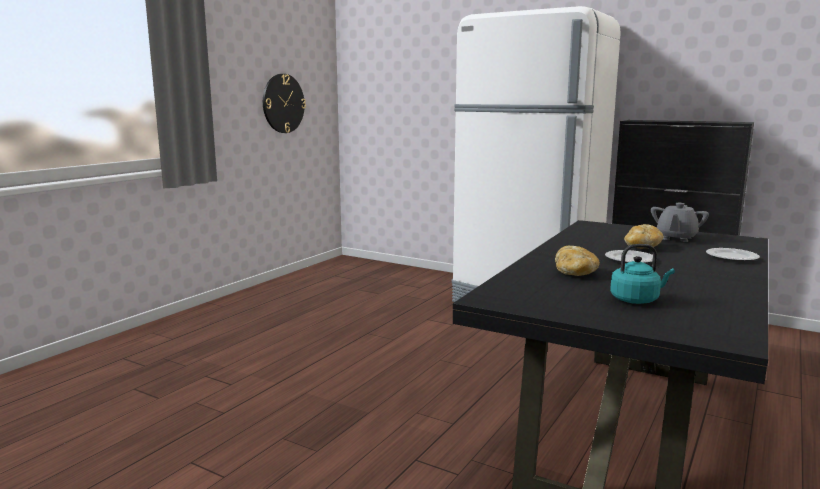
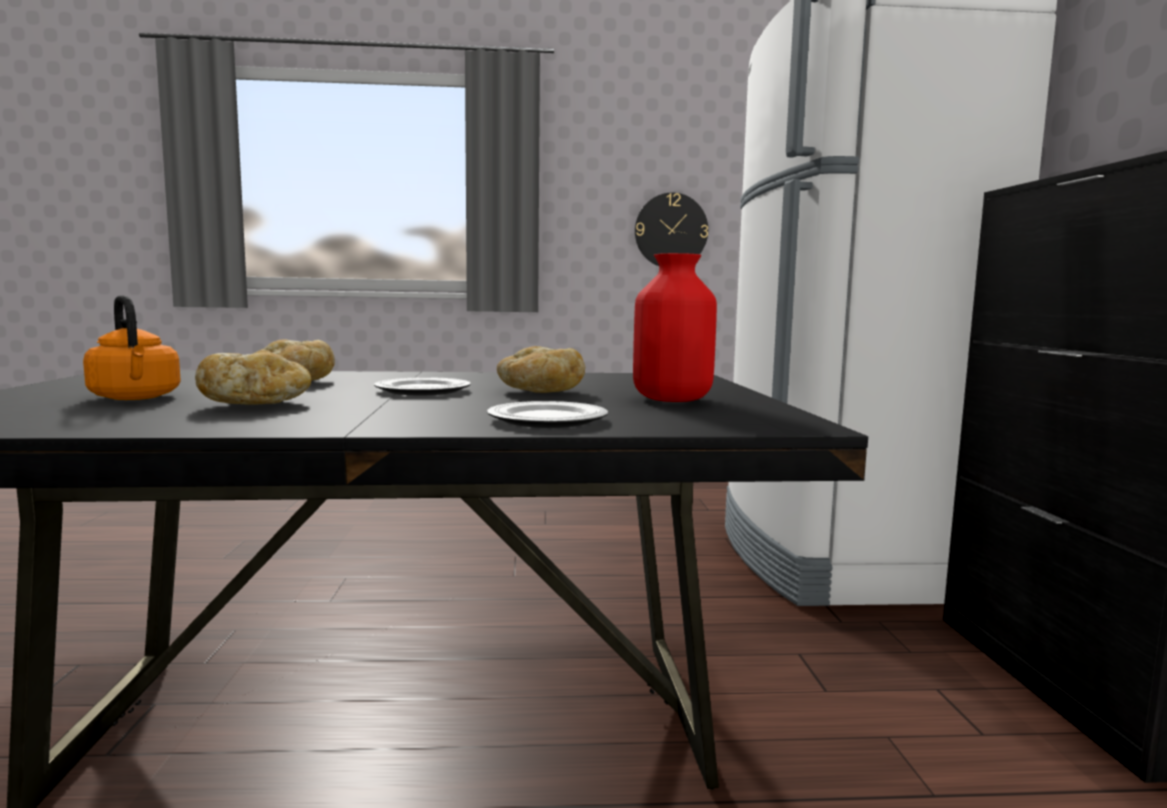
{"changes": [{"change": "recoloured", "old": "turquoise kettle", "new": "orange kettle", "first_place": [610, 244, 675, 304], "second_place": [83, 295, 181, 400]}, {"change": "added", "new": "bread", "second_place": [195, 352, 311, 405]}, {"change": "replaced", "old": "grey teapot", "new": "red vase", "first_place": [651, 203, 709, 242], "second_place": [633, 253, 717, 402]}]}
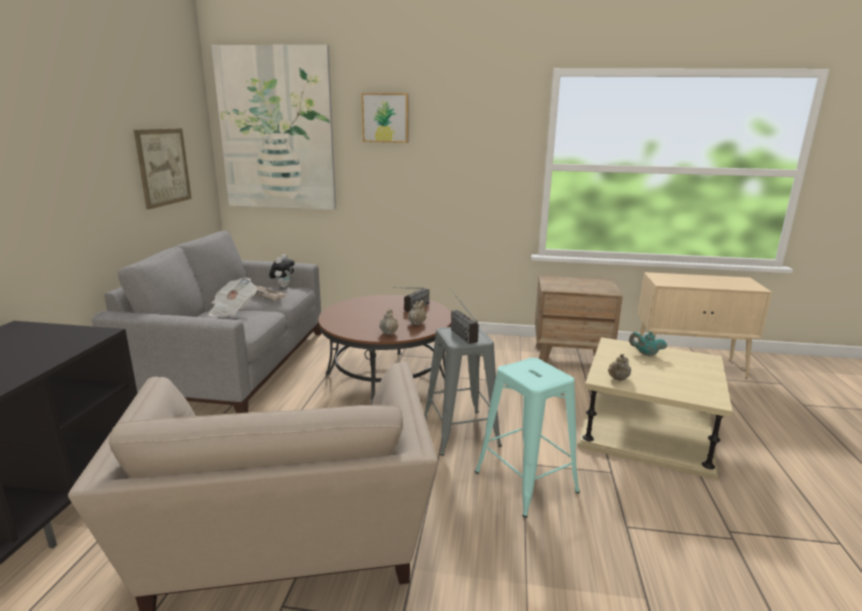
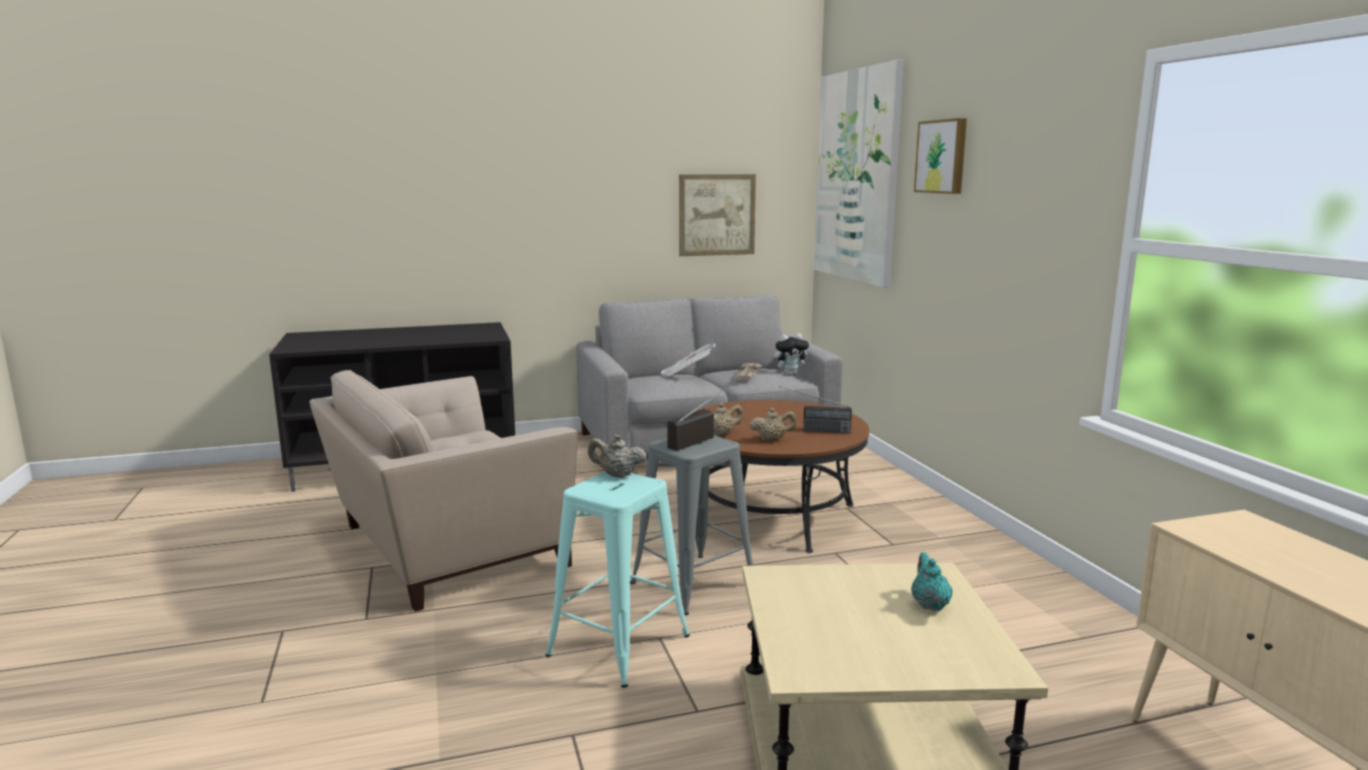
{"changes": [{"change": "moved", "old": "beige teapot", "first_place": [608, 354, 631, 381], "second_place": [588, 435, 647, 478]}, {"change": "removed", "old": "brown nightstand", "first_place": [535, 276, 623, 363]}]}
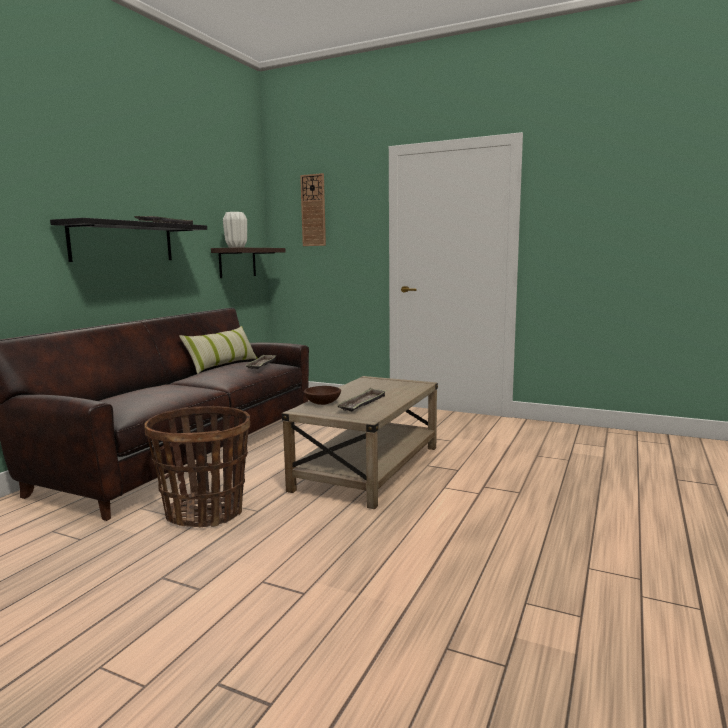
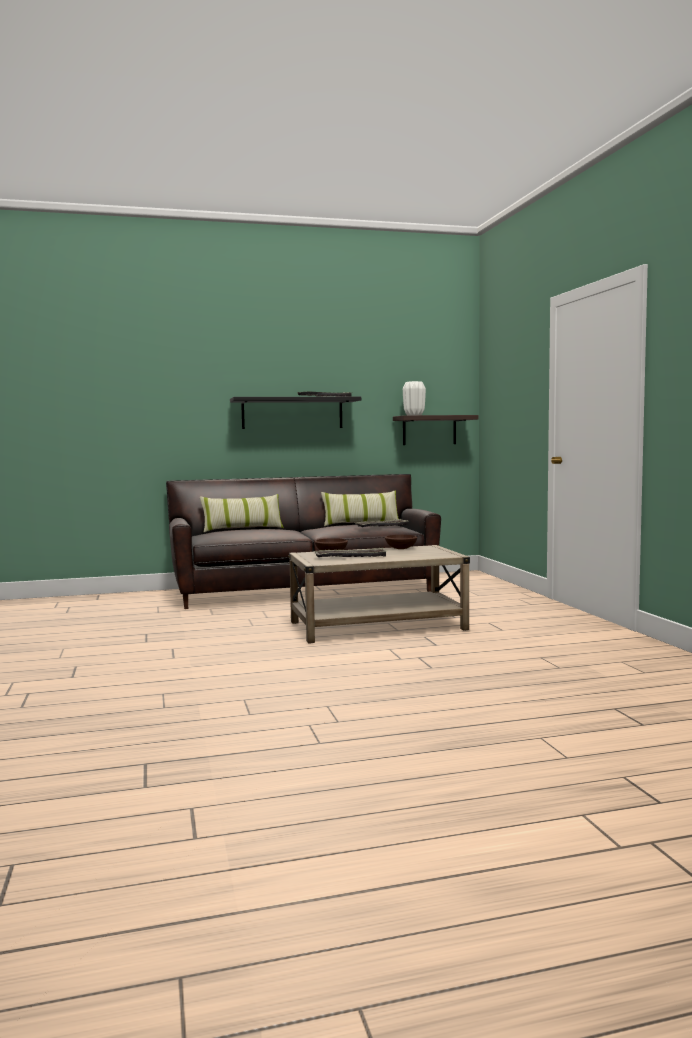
{"changes": [{"change": "added", "new": "pillow", "second_place": [200, 494, 284, 532]}, {"change": "added", "new": "brown bowl", "second_place": [385, 535, 417, 549]}, {"change": "removed", "old": "basket", "first_place": [144, 406, 250, 528]}, {"change": "removed", "old": "wall clock", "first_place": [300, 173, 326, 246]}]}
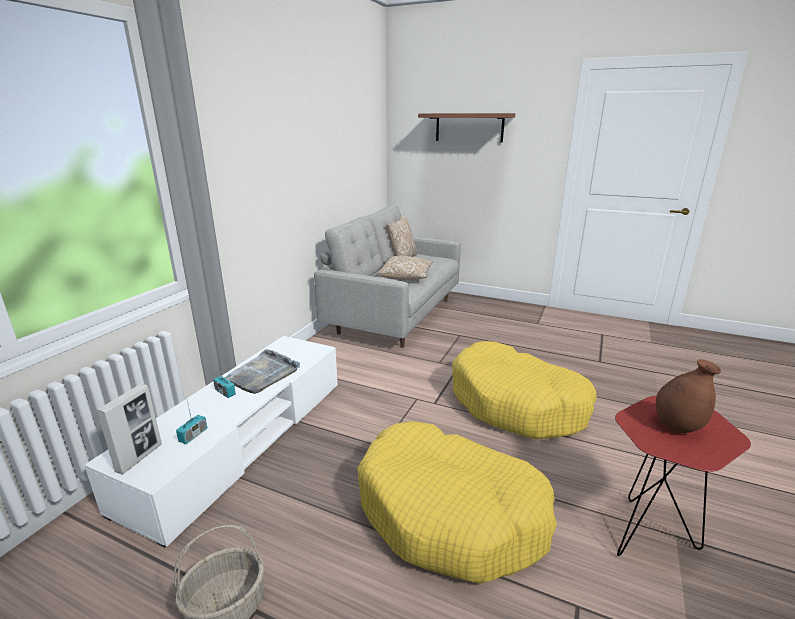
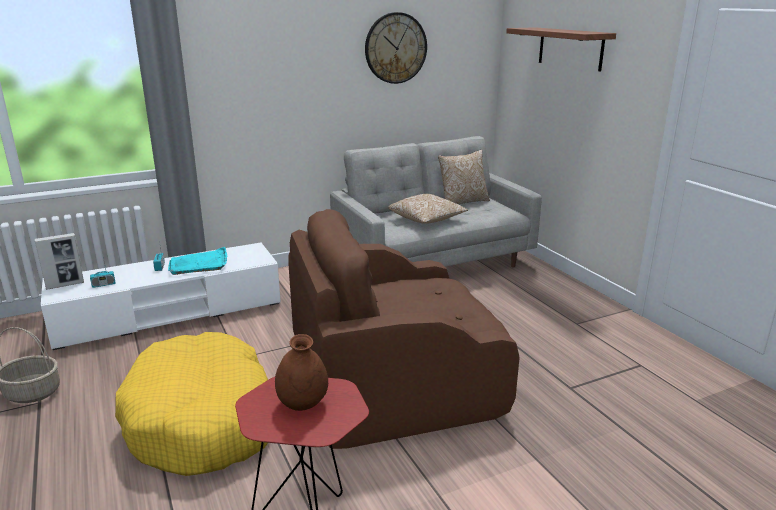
{"changes": [{"change": "recoloured", "old": "grey tray", "new": "turquoise tray", "first_place": [224, 349, 300, 394], "second_place": [168, 247, 227, 275]}, {"change": "replaced", "old": "yellow dog bed", "new": "brown armchair", "first_place": [452, 341, 597, 439], "second_place": [288, 209, 520, 449]}, {"change": "added", "new": "wall clock", "second_place": [365, 12, 427, 84]}]}
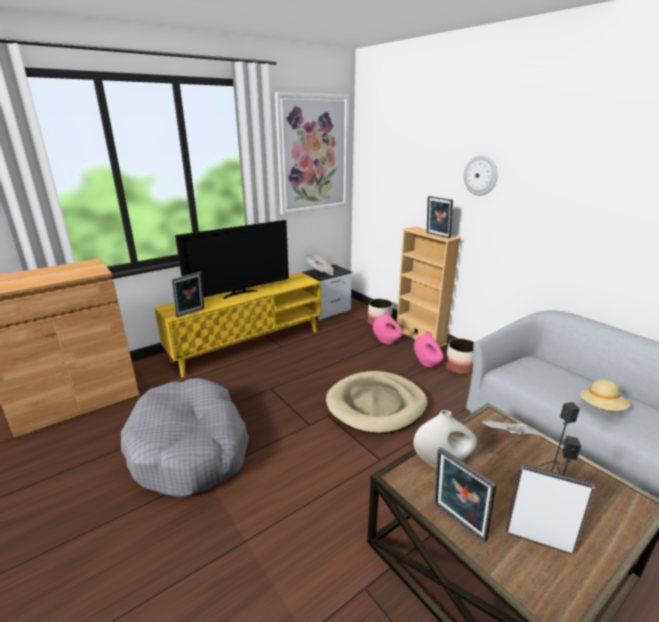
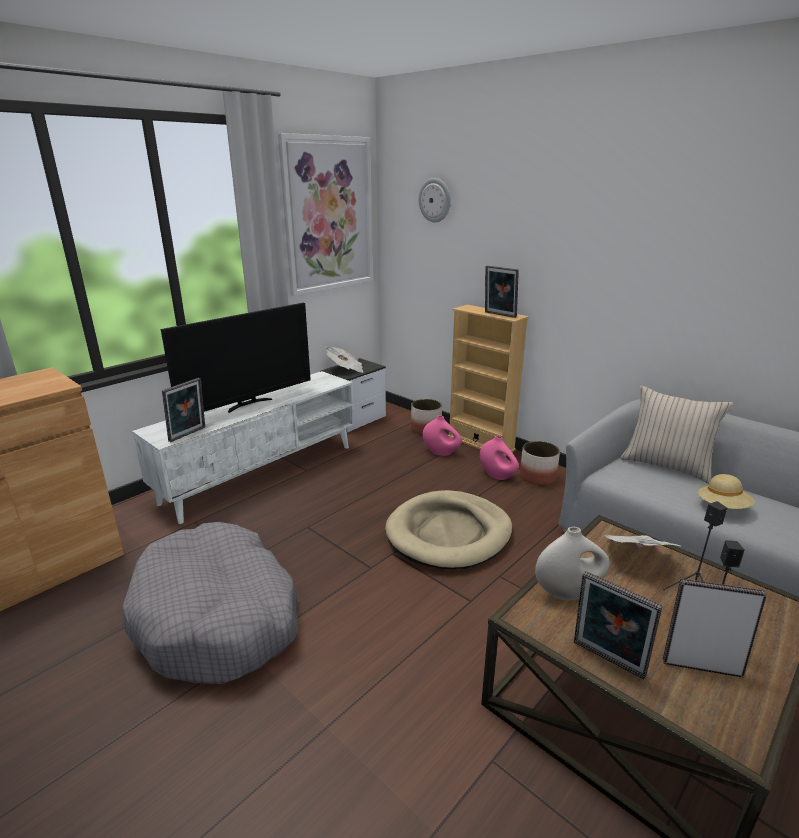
{"changes": [{"change": "recoloured", "old": "yellow tv stand", "new": "white tv stand", "first_place": [154, 273, 321, 377], "second_place": [132, 371, 354, 524]}, {"change": "moved", "old": "wall clock", "first_place": [464, 155, 498, 196], "second_place": [419, 178, 451, 222]}, {"change": "added", "new": "beige pillow", "second_place": [620, 386, 733, 484]}]}
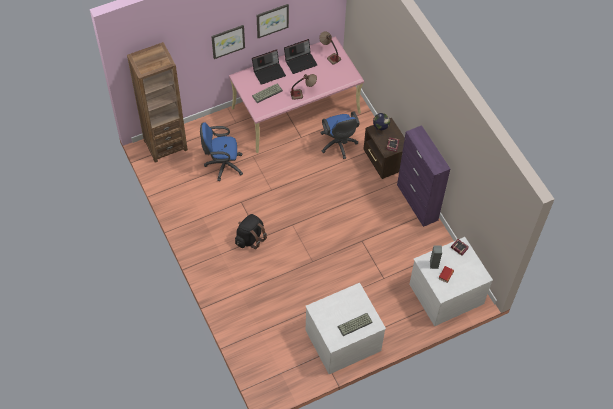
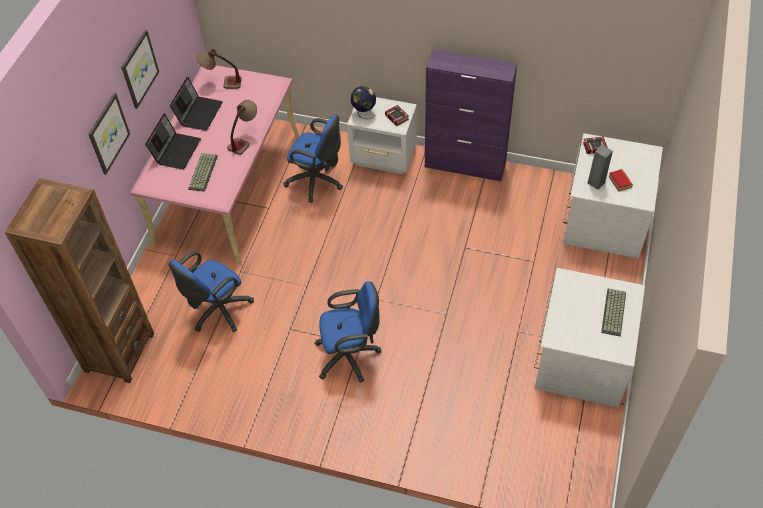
{"changes": [{"change": "replaced", "old": "black backpack", "new": "blue office chair", "first_place": [235, 214, 267, 249], "second_place": [314, 281, 381, 383]}, {"change": "recoloured", "old": "brown nightstand", "new": "white nightstand", "first_place": [364, 118, 405, 179], "second_place": [347, 97, 417, 174]}]}
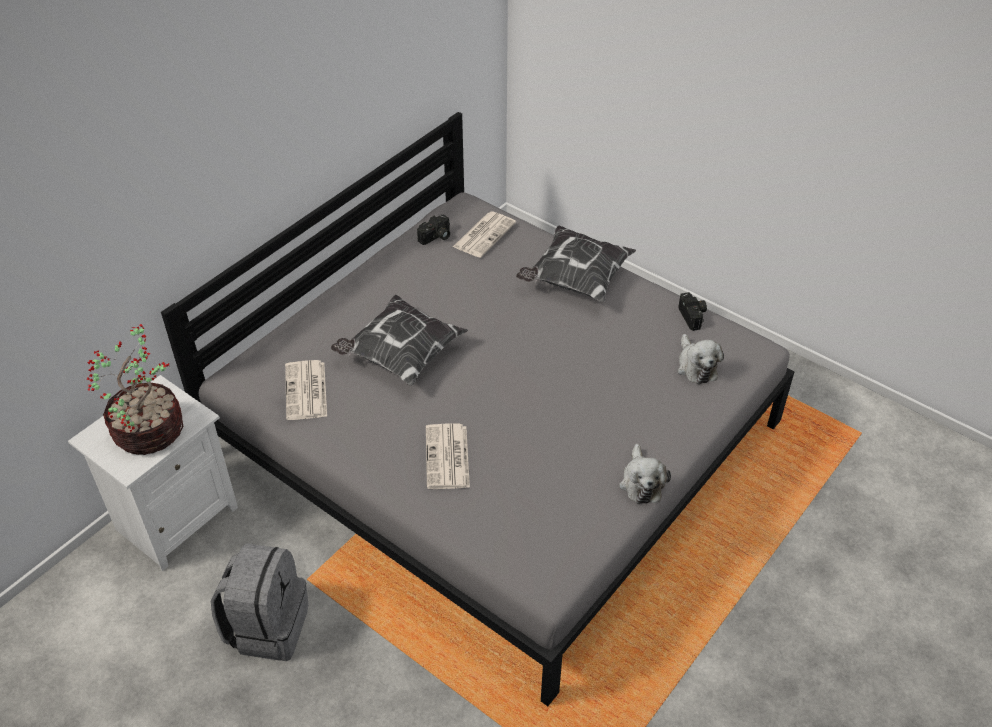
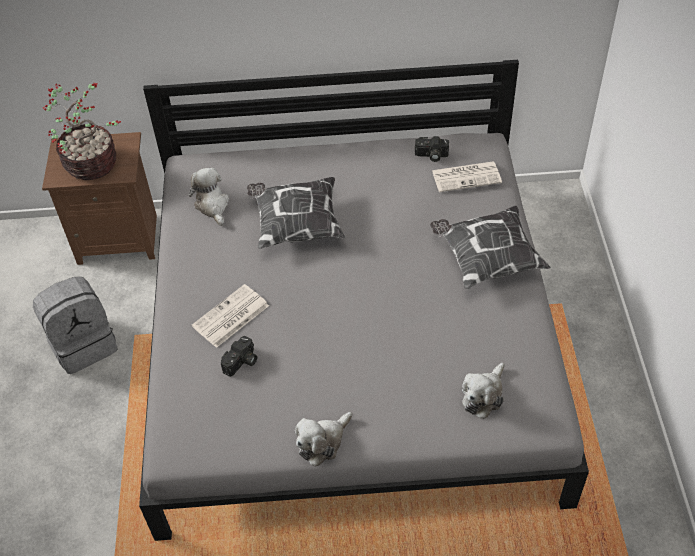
{"changes": [{"change": "recoloured", "old": "white nightstand", "new": "brown nightstand", "first_place": [68, 375, 238, 571], "second_place": [42, 132, 157, 265]}, {"change": "replaced", "old": "newspaper", "new": "plush toy", "first_place": [285, 360, 327, 420], "second_place": [189, 168, 230, 226]}, {"change": "moved", "old": "photo camera", "first_place": [678, 292, 707, 331], "second_place": [221, 335, 257, 377]}]}
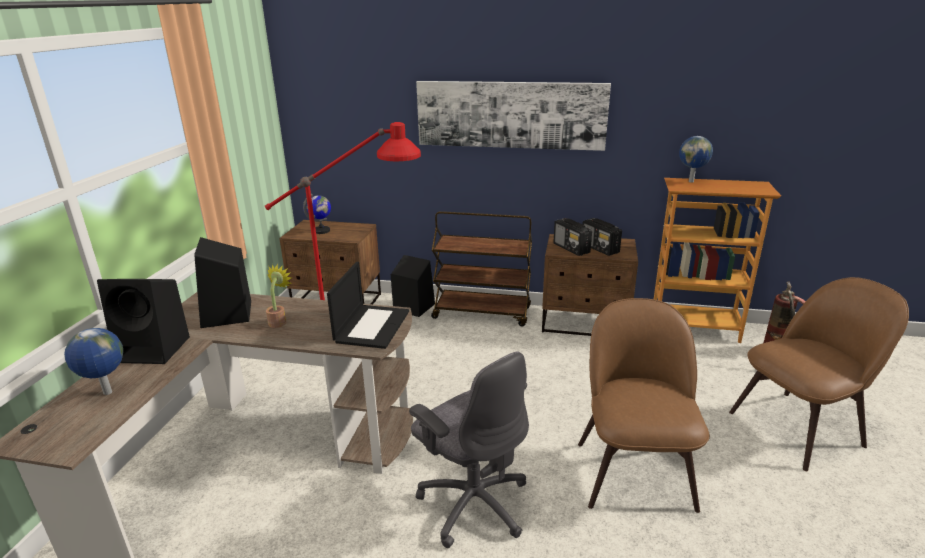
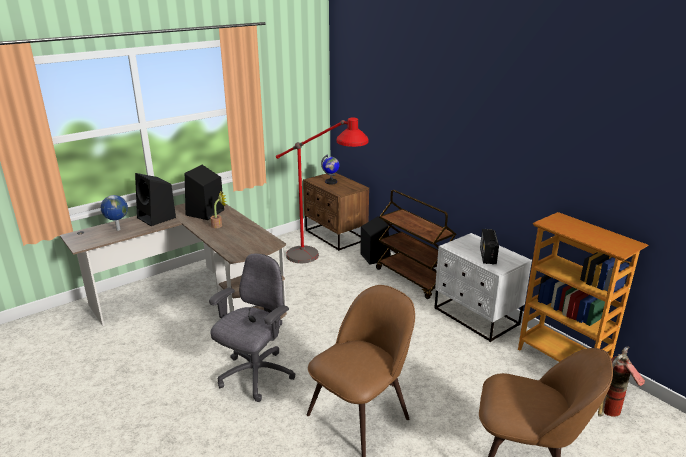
{"changes": [{"change": "turned", "old": "grey office chair", "first_place": [409, 352, 529, 548], "second_place": [209, 254, 295, 402], "degrees": -150}, {"change": "recoloured", "old": "brown nightstand", "new": "white nightstand", "first_place": [542, 234, 638, 336], "second_place": [434, 233, 532, 342]}, {"change": "removed", "old": "laptop", "first_place": [327, 262, 409, 349]}, {"change": "removed", "old": "picture", "first_place": [416, 81, 611, 151]}, {"change": "removed", "old": "radio", "first_place": [553, 218, 592, 256]}, {"change": "removed", "old": "globe", "first_place": [679, 136, 713, 183]}]}
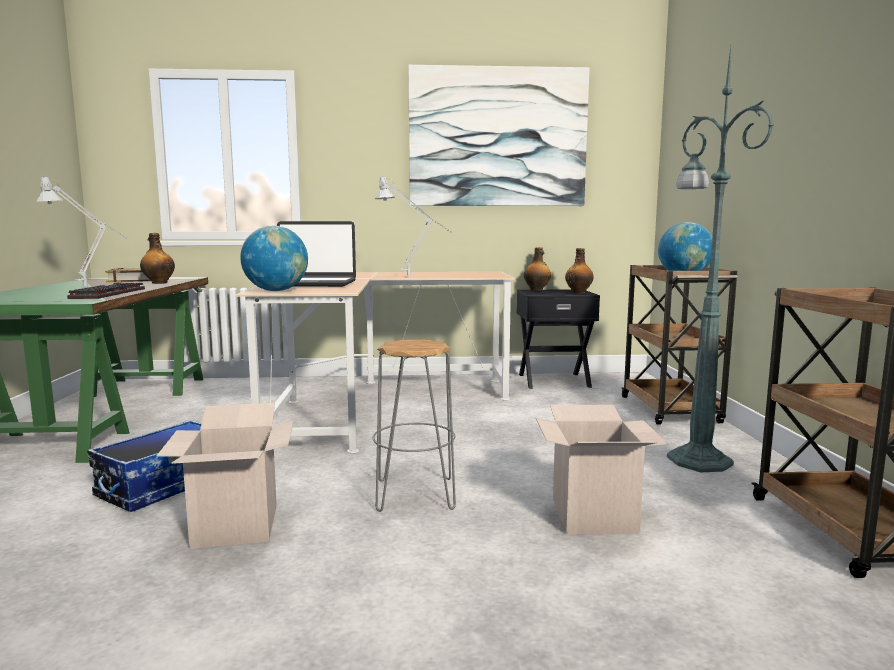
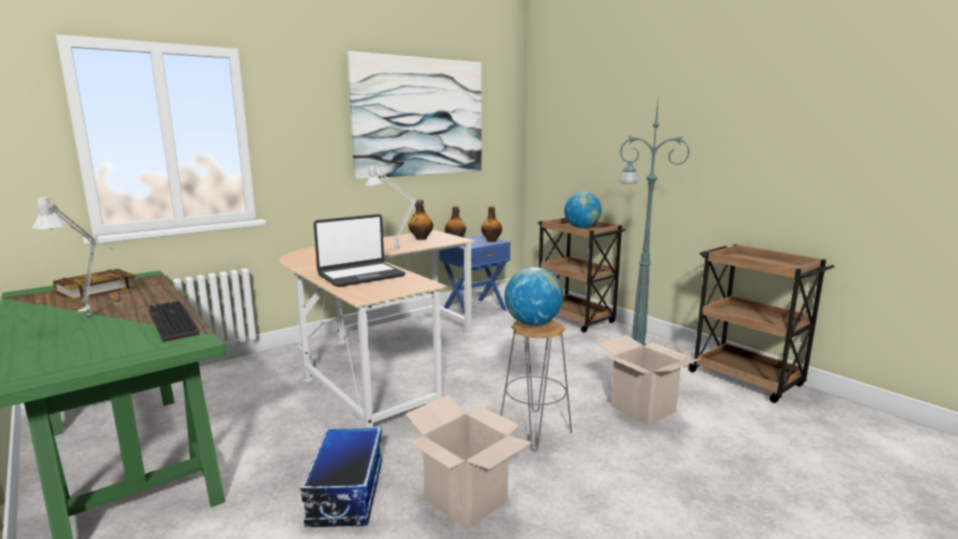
{"changes": [{"change": "moved", "old": "bottle", "first_place": [140, 233, 175, 284], "second_place": [408, 200, 433, 240]}, {"change": "recoloured", "old": "black nightstand", "new": "blue nightstand", "first_place": [517, 289, 600, 389], "second_place": [439, 235, 511, 312]}, {"change": "moved", "old": "globe", "first_place": [240, 226, 308, 291], "second_place": [504, 267, 563, 326]}]}
